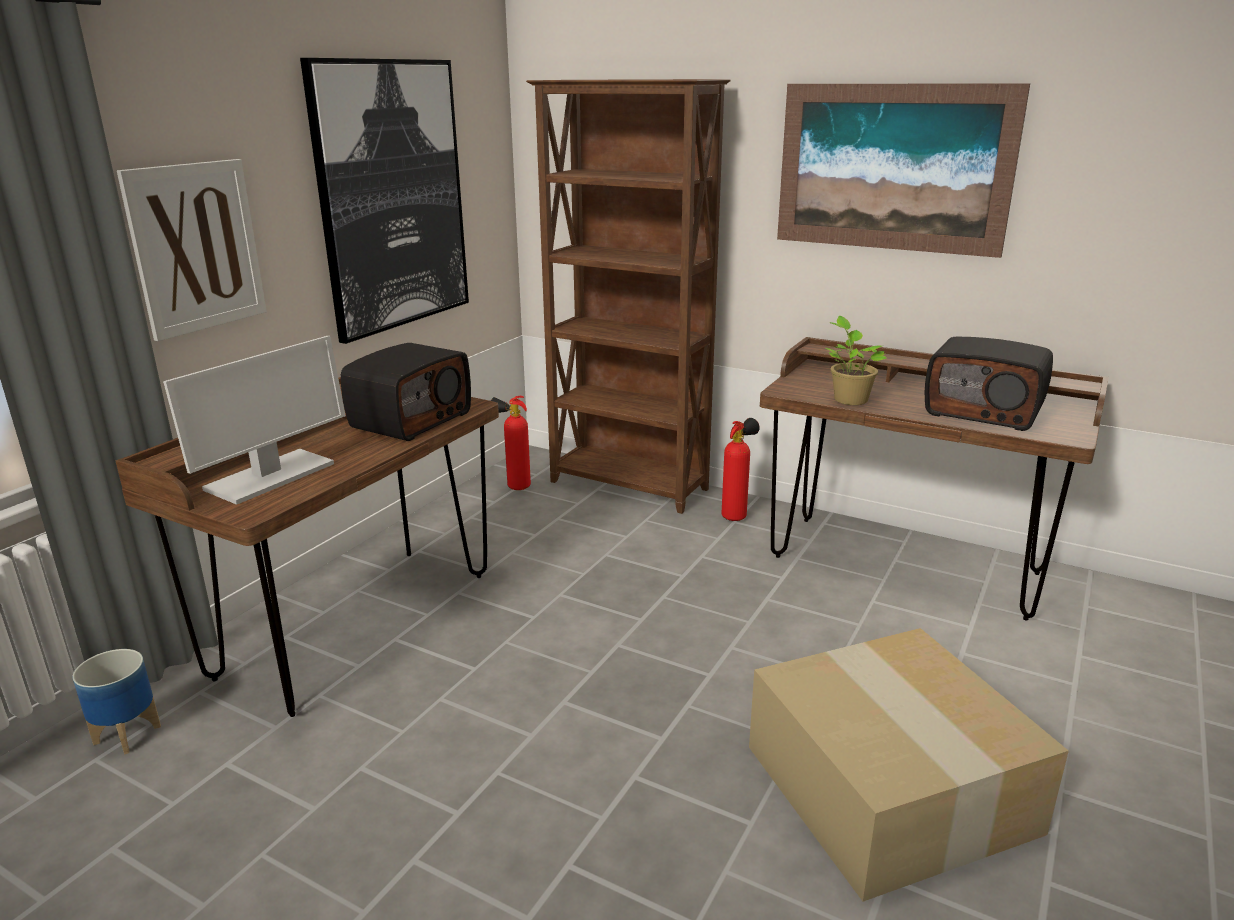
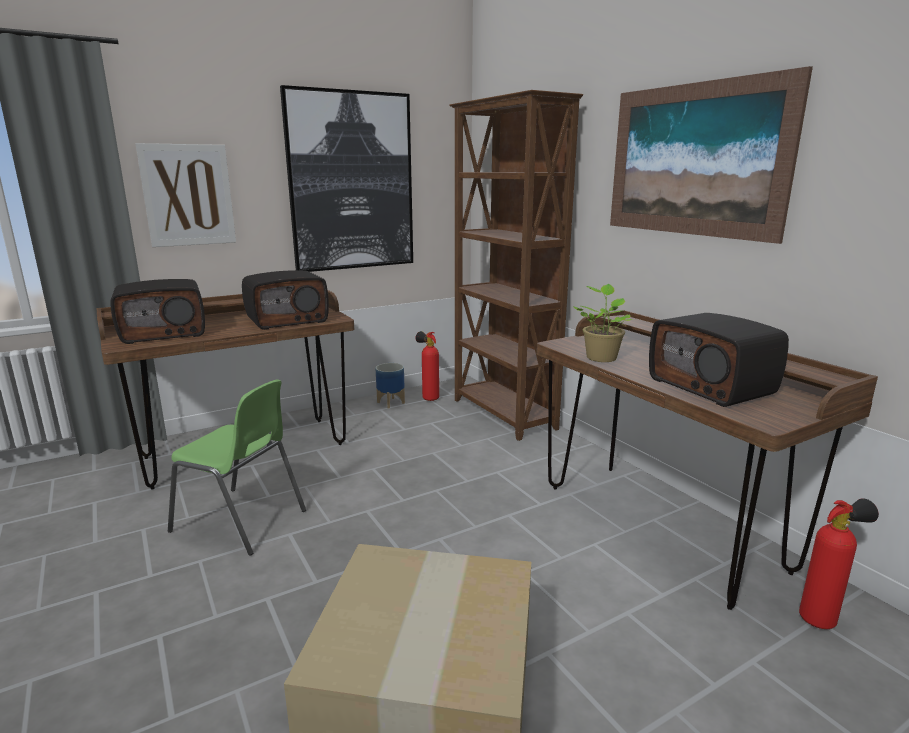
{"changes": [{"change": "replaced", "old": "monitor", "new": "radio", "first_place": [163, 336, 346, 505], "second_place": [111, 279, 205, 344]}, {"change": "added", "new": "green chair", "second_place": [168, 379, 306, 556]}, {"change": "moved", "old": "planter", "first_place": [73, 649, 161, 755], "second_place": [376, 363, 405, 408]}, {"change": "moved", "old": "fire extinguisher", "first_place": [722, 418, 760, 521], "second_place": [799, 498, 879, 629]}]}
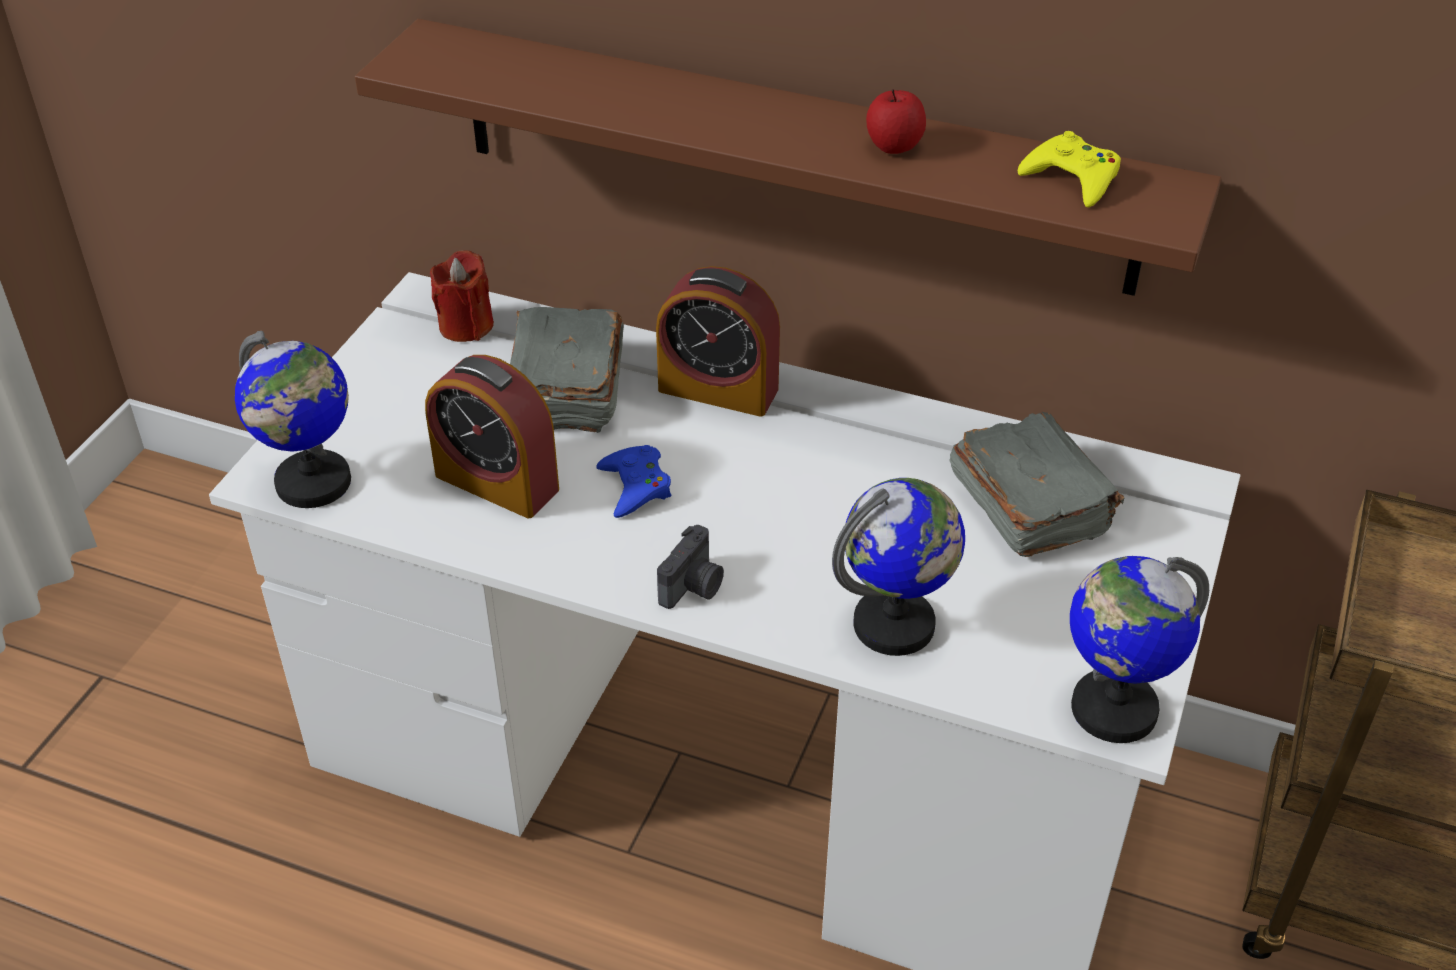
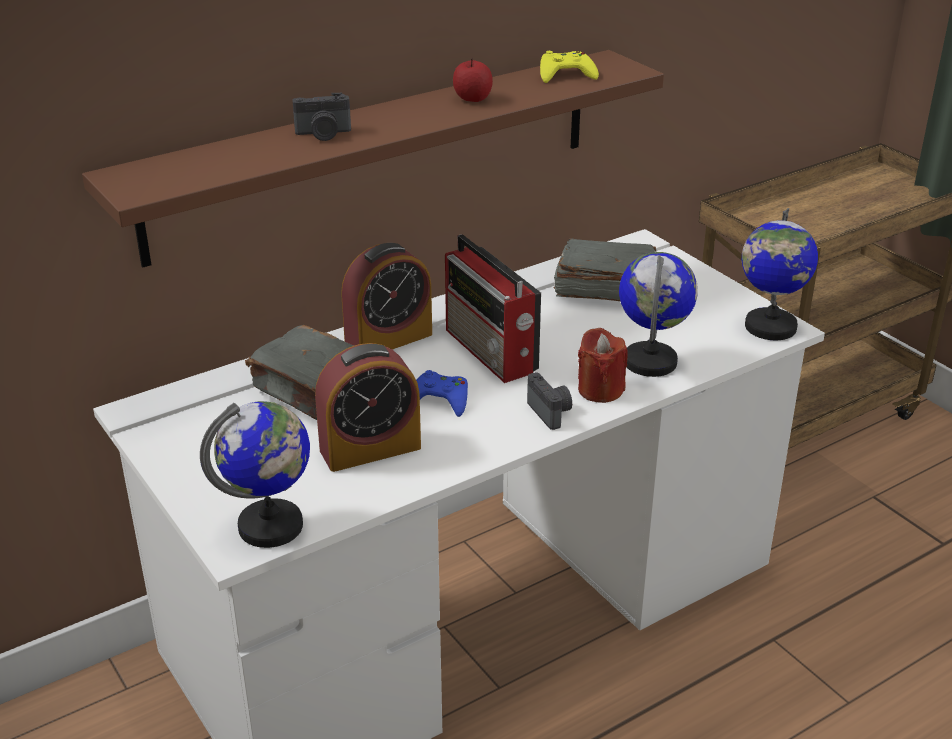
{"changes": [{"change": "added", "new": "photo camera", "second_place": [292, 93, 351, 141]}, {"change": "added", "new": "radio", "second_place": [445, 234, 541, 383]}, {"change": "moved", "old": "red candle", "first_place": [430, 250, 494, 342], "second_place": [578, 328, 628, 403]}]}
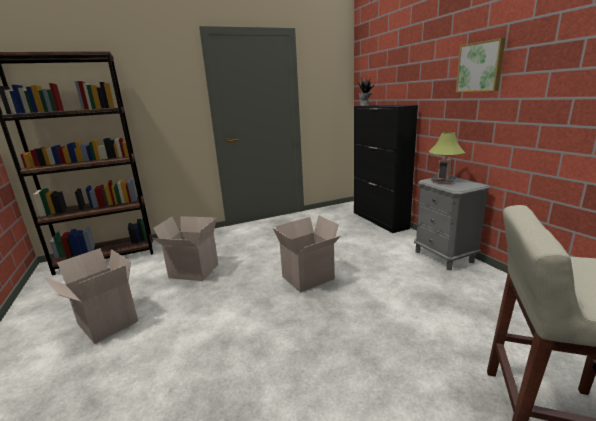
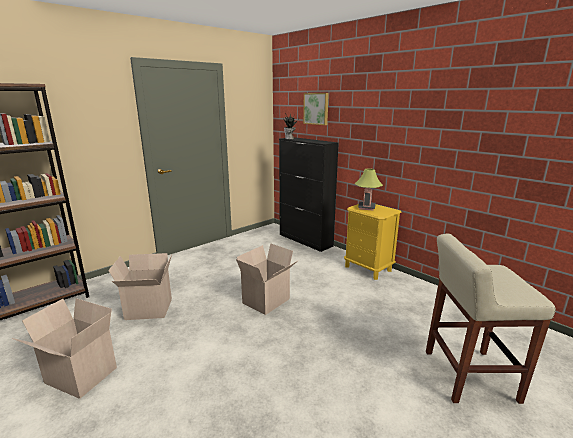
{"changes": [{"change": "moved", "old": "picture", "first_place": [456, 38, 505, 92], "second_place": [303, 93, 329, 125]}, {"change": "recoloured", "old": "grey nightstand", "new": "yellow nightstand", "first_place": [414, 178, 490, 271], "second_place": [344, 204, 401, 280]}]}
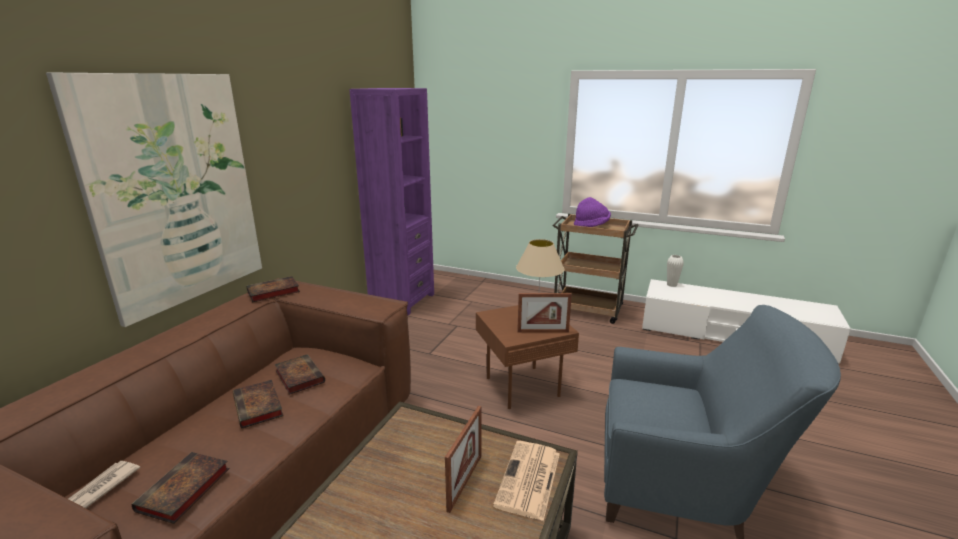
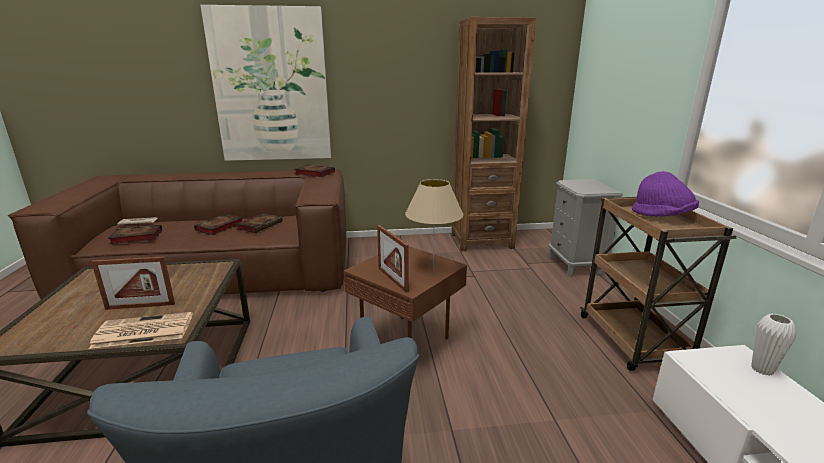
{"changes": [{"change": "recoloured", "old": "purple bookcase", "new": "brown bookcase", "first_place": [349, 88, 434, 315], "second_place": [452, 17, 536, 251]}, {"change": "added", "new": "grey nightstand", "second_place": [548, 179, 623, 277]}]}
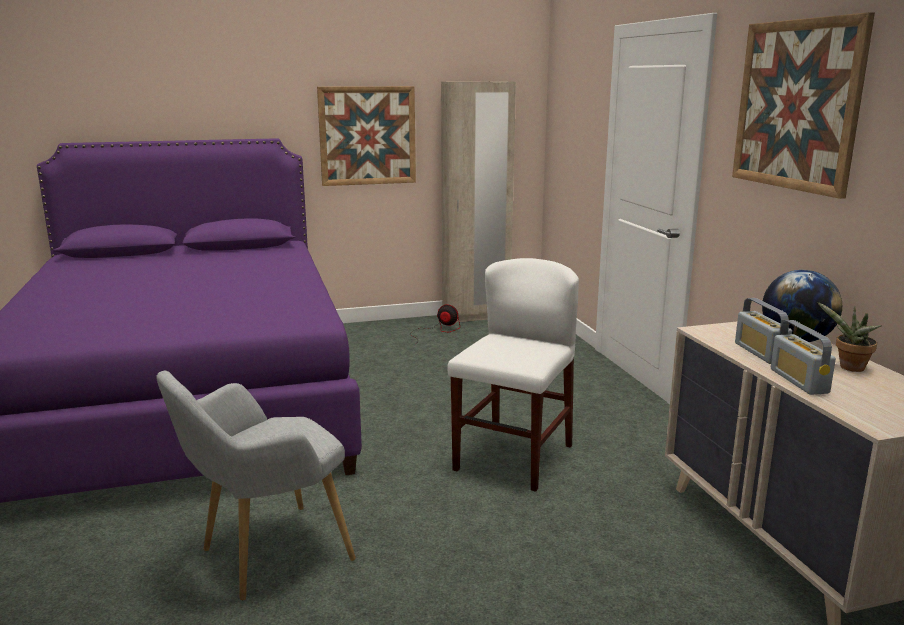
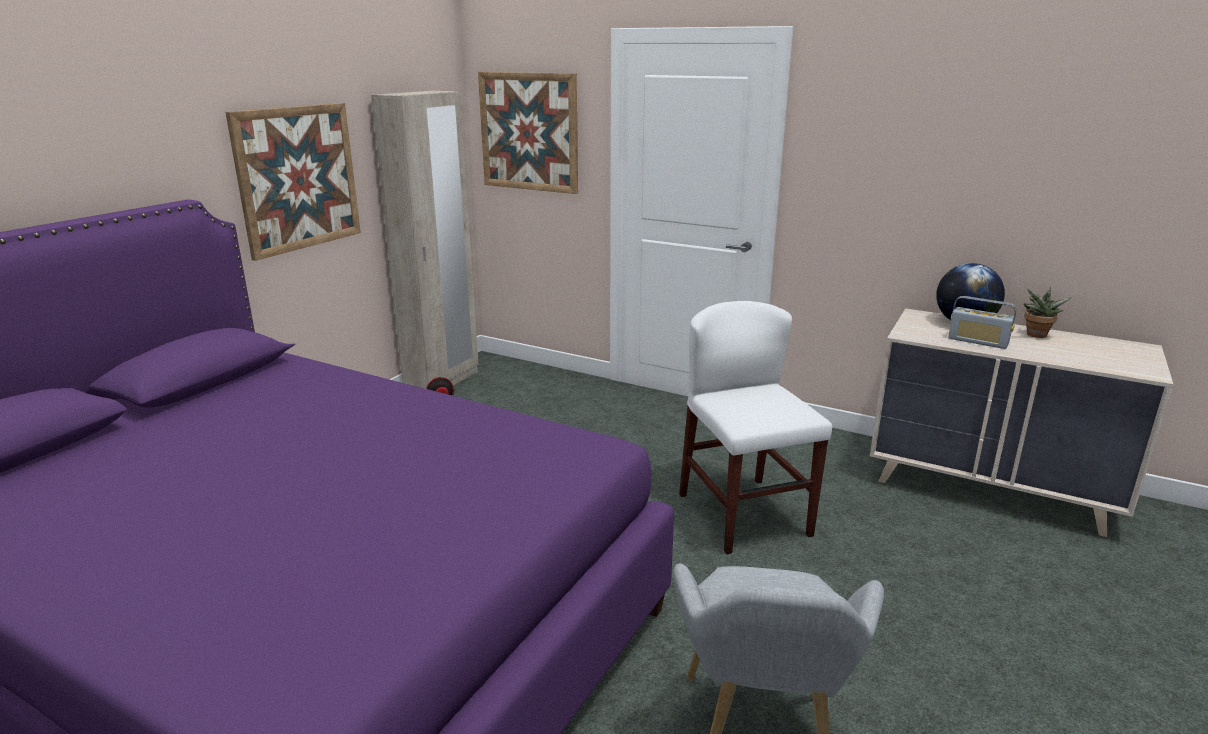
{"changes": [{"change": "moved", "old": "picture", "first_place": [732, 12, 875, 199], "second_place": [478, 72, 578, 194]}, {"change": "removed", "old": "radio", "first_place": [771, 320, 836, 395]}]}
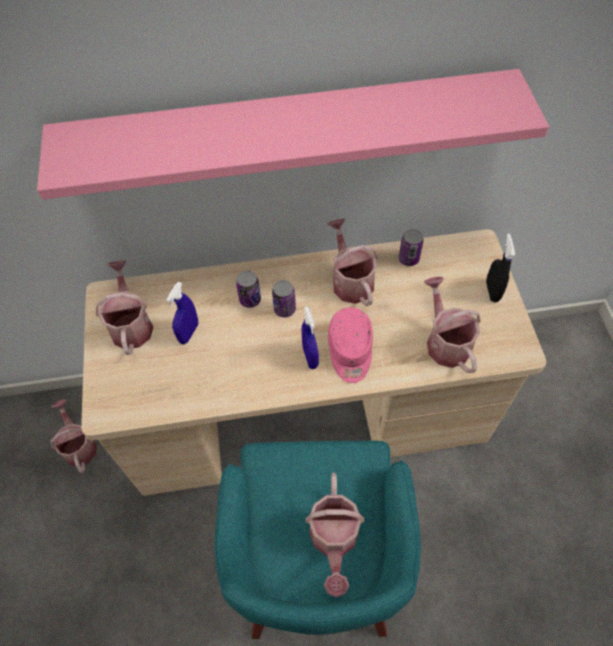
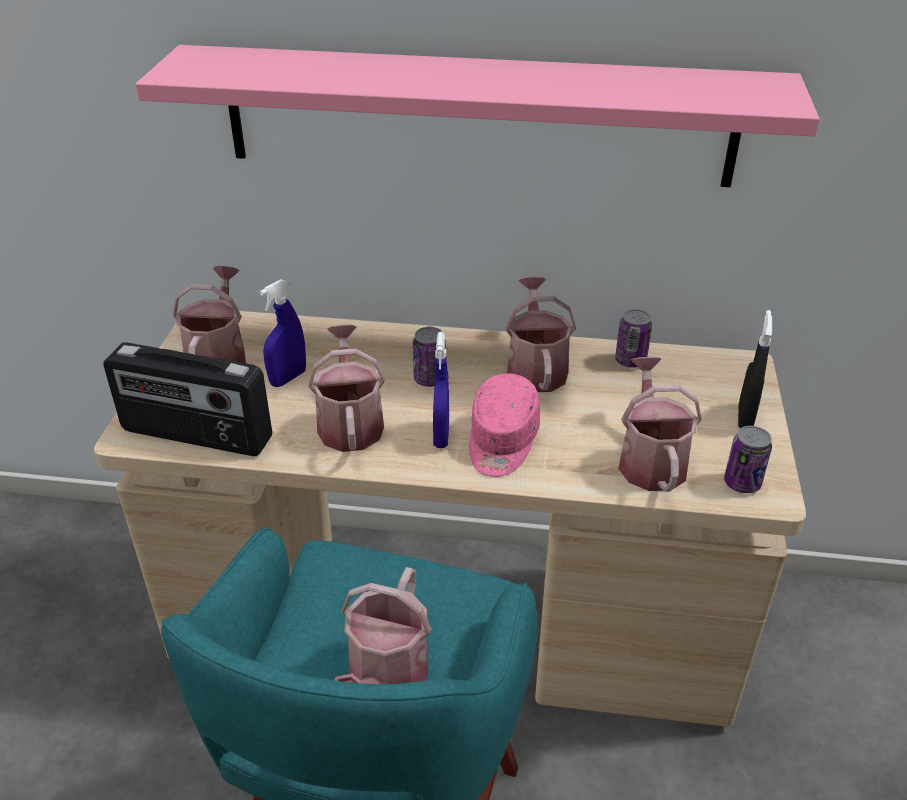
{"changes": [{"change": "added", "new": "radio", "second_place": [103, 342, 272, 456]}, {"change": "moved", "old": "watering can", "first_place": [51, 399, 97, 474], "second_place": [308, 325, 385, 452]}, {"change": "moved", "old": "can", "first_place": [236, 270, 261, 308], "second_place": [724, 426, 772, 493]}]}
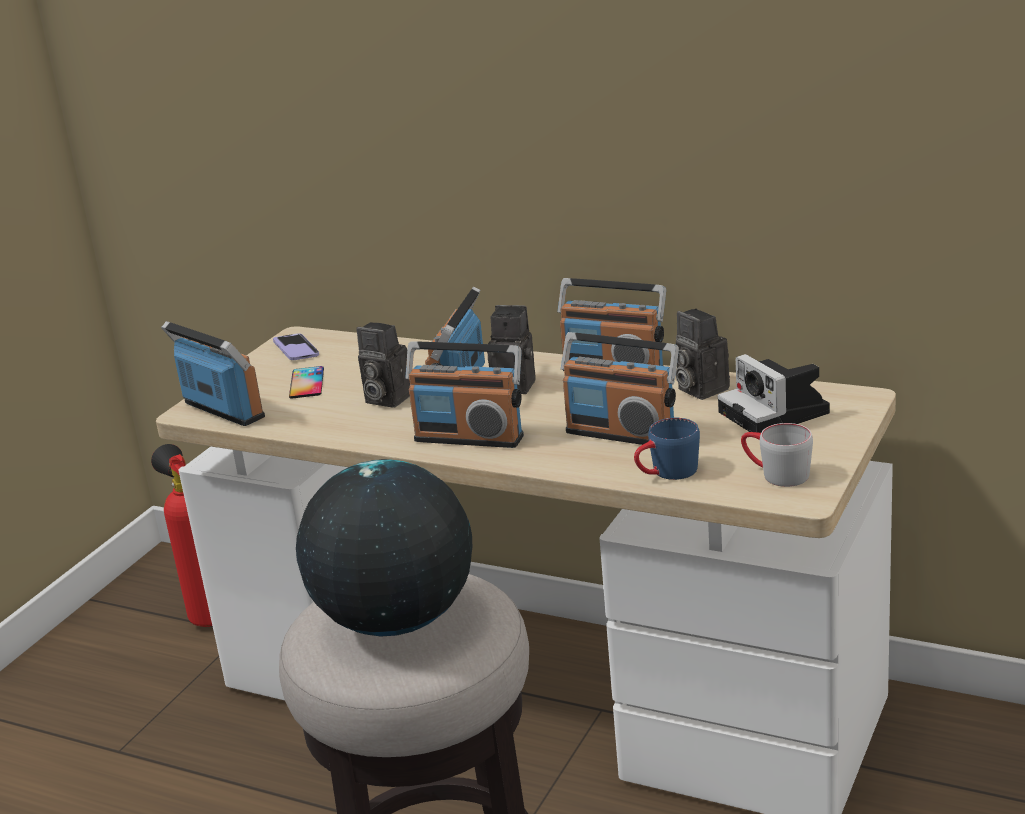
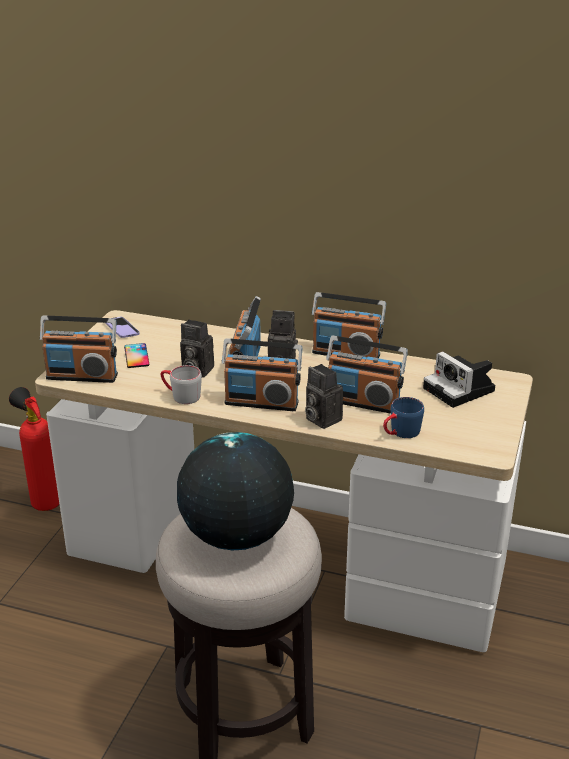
{"changes": [{"change": "turned", "old": "radio", "first_place": [161, 321, 265, 426], "second_place": [40, 316, 118, 383], "degrees": 150}, {"change": "moved", "old": "grey mug", "first_place": [741, 423, 813, 487], "second_place": [161, 365, 202, 404]}, {"change": "moved", "old": "photo camera", "first_place": [675, 309, 730, 400], "second_place": [305, 364, 343, 429]}]}
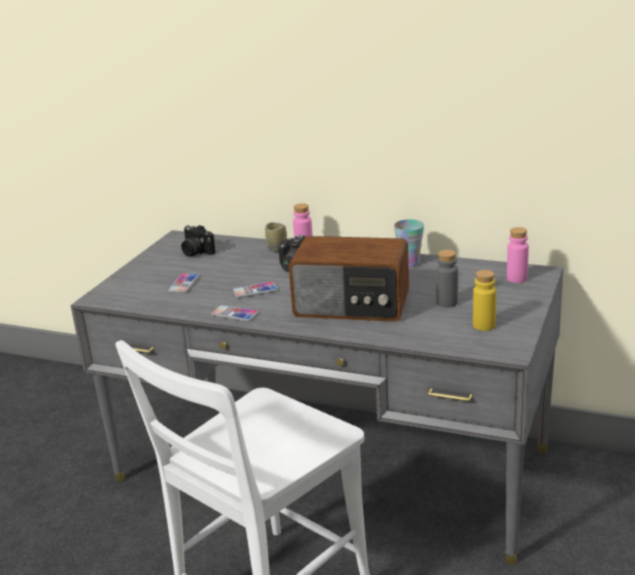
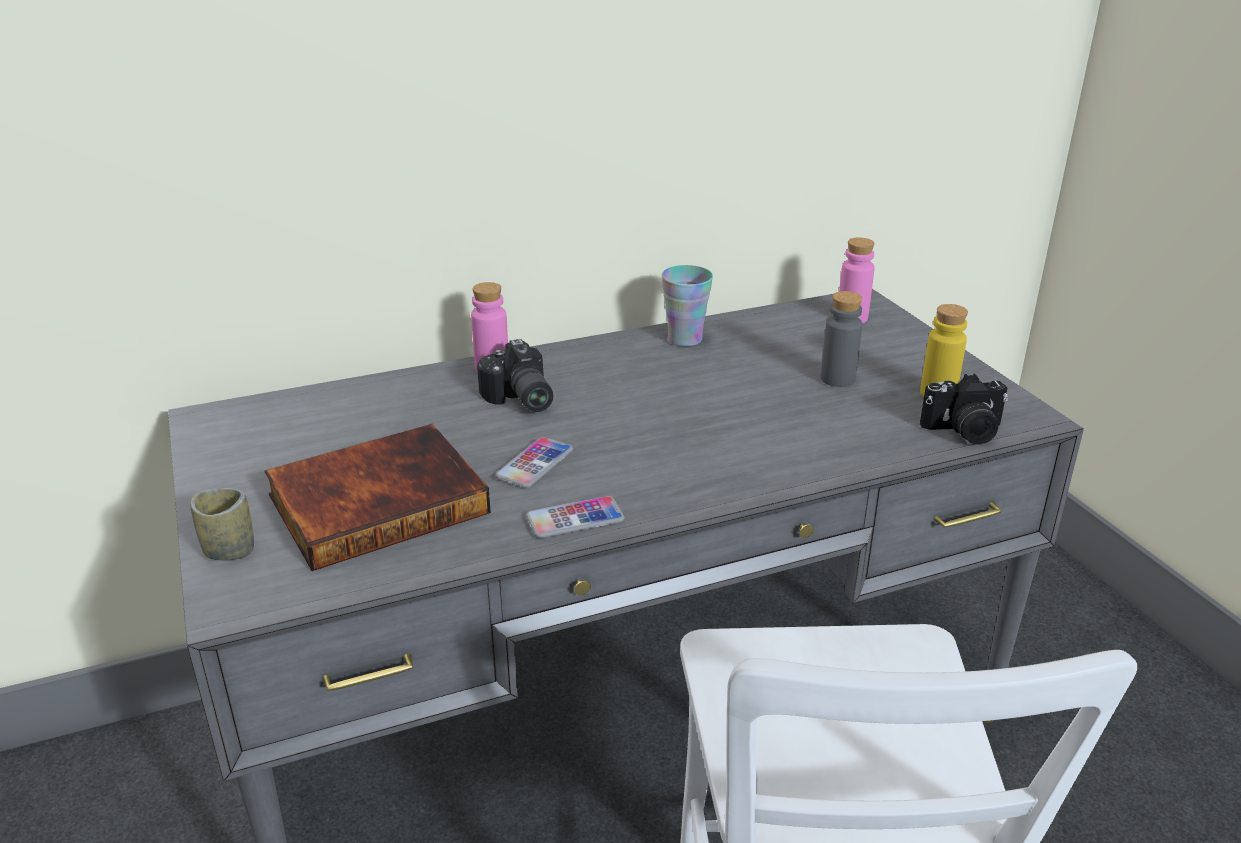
{"changes": [{"change": "moved", "old": "cup", "first_place": [265, 222, 287, 252], "second_place": [190, 488, 254, 561]}, {"change": "replaced", "old": "phone", "new": "book", "first_place": [168, 273, 200, 293], "second_place": [264, 424, 491, 571]}, {"change": "moved", "old": "photo camera", "first_place": [181, 225, 216, 257], "second_place": [920, 374, 1008, 445]}, {"change": "removed", "old": "radio", "first_place": [289, 236, 409, 322]}]}
